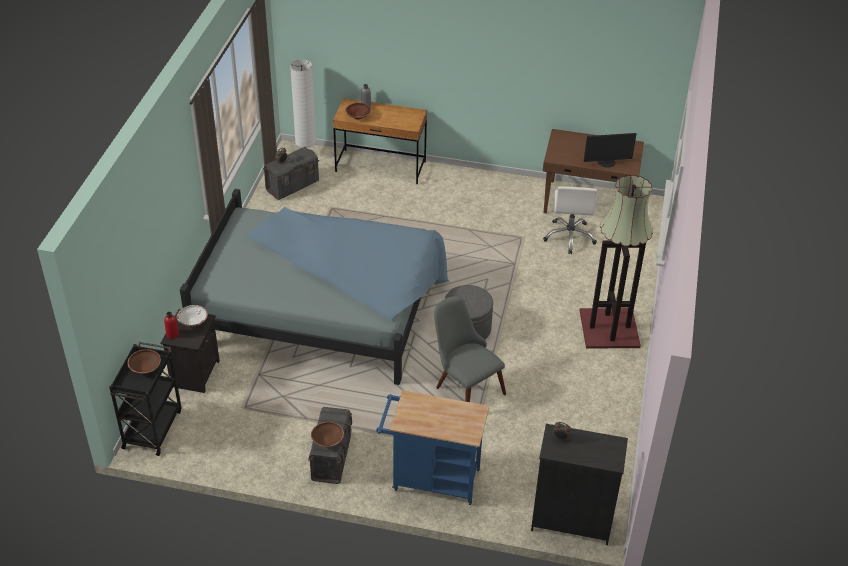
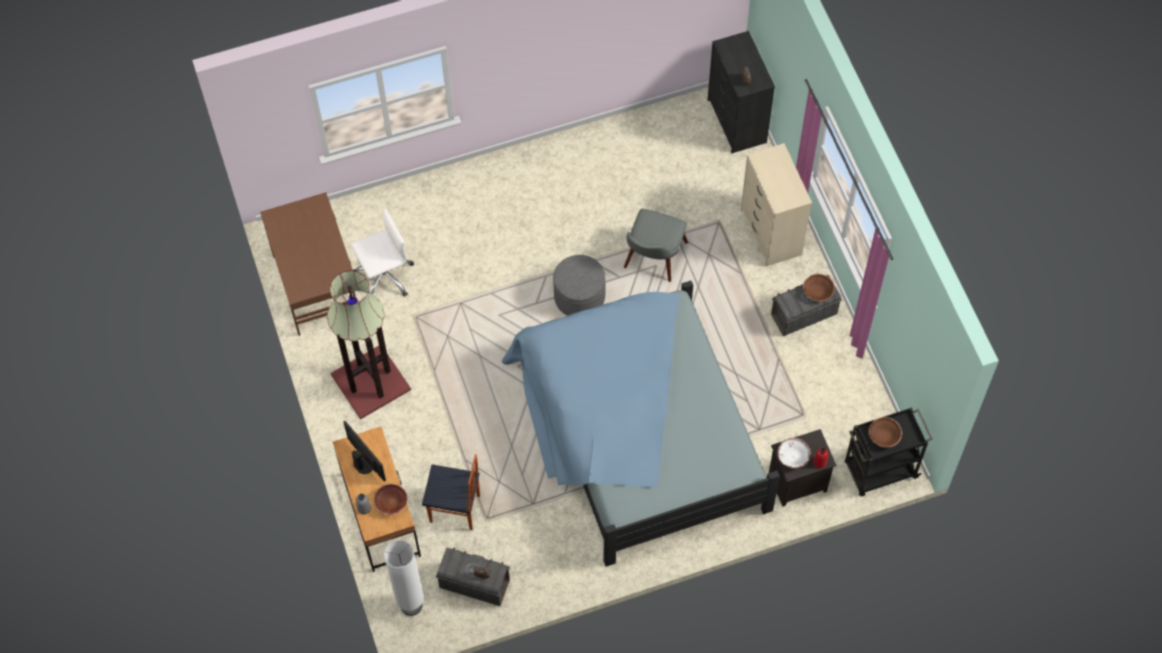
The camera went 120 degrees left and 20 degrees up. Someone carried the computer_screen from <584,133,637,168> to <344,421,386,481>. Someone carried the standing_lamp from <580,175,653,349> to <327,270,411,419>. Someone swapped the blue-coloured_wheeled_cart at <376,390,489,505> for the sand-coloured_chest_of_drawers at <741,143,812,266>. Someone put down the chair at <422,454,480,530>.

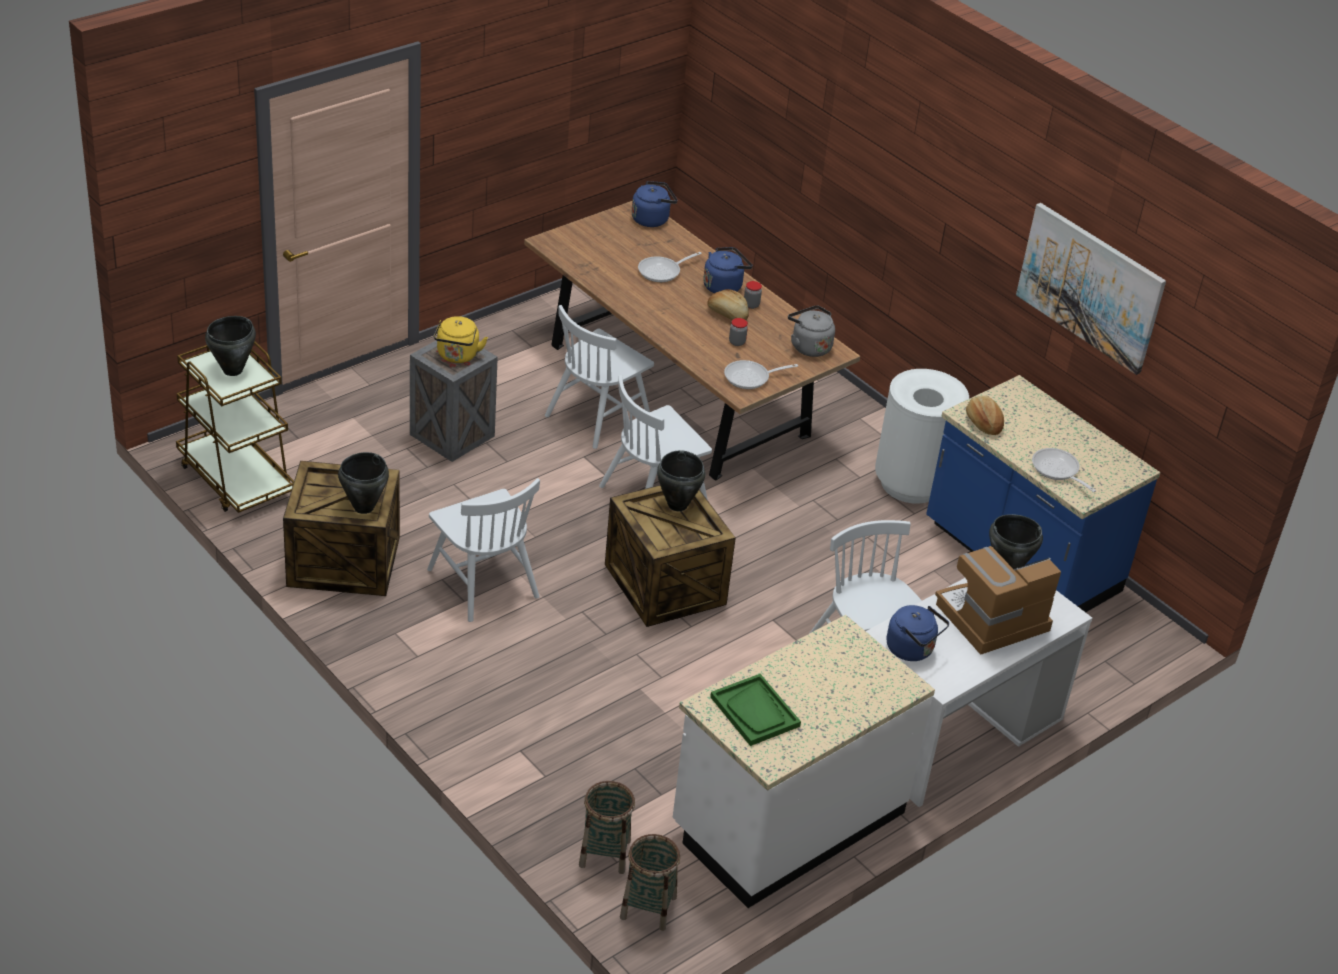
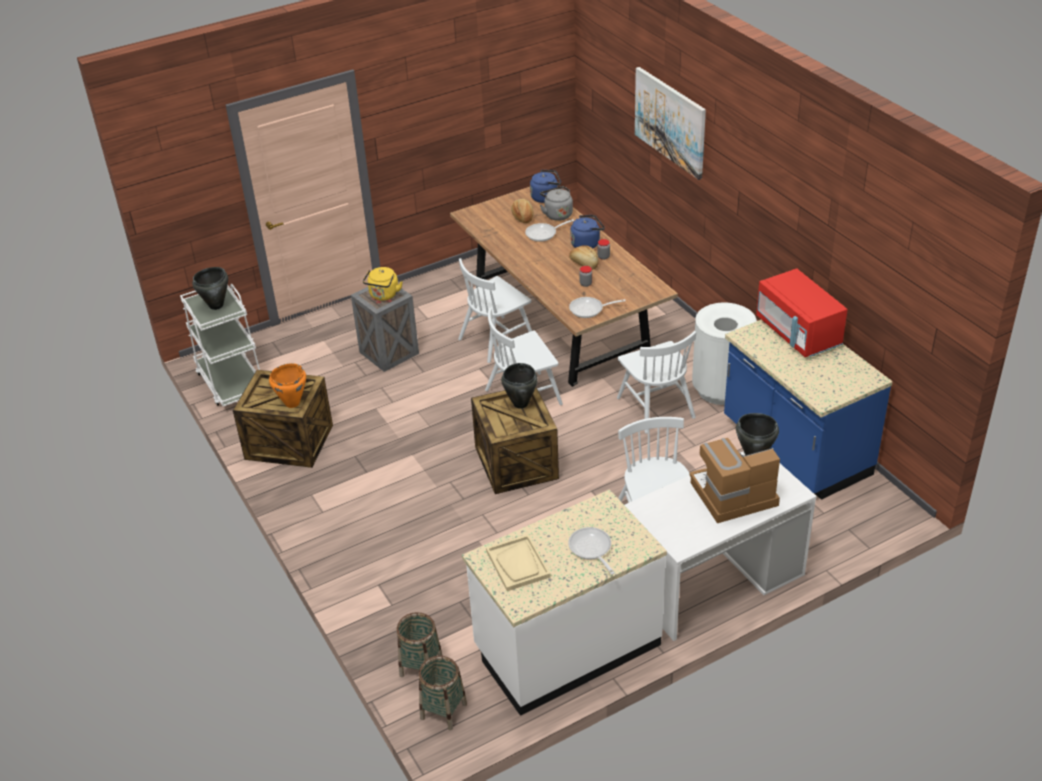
The camera went 15 degrees right and 0 degrees up. Someone carried the wall_picture from <1016,203,1166,375> to <635,67,706,180>. Someone carried the grey_kettle from <788,305,835,357> to <540,186,573,221>. Someone repainted the brown-coloured_wheeled_cart at <176,341,294,513>, which became the whitish_wheeled_cart at <180,284,260,406>. Someone carried the baked_bread from <966,396,1004,435> to <511,199,534,223>. Someone carried the frying_pan from <1032,448,1096,492> to <568,527,615,575>. Someone repainted the black-coloured_saucepot at <338,452,389,514>, which became the orange-coloured_saucepot at <269,363,306,408>. Someone carried the whitish_chair from <427,478,540,622> to <617,331,697,434>. Someone took away the blue-coloured_kettle at <887,605,949,661>. Someone repainted the green_carrying_tray at <710,674,801,746>, which became the sand-coloured_carrying_tray at <486,534,551,591>. Someone put down the red-coloured_kitchen_microwave at <756,269,848,357>.

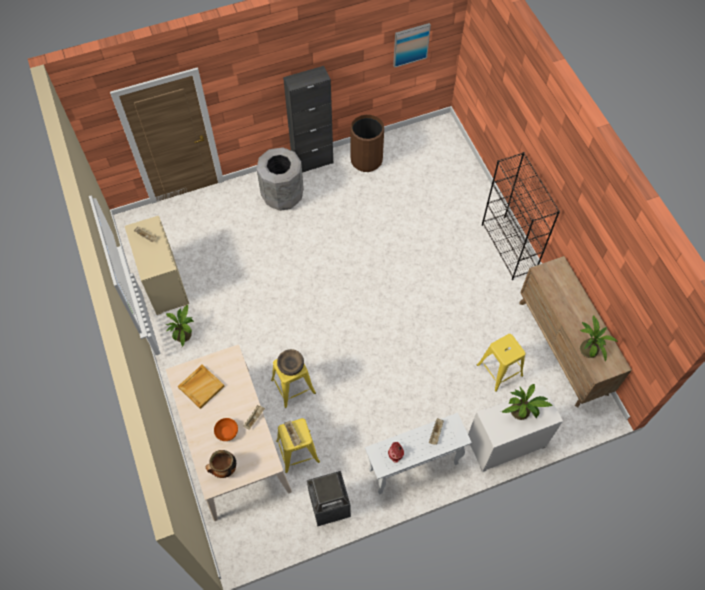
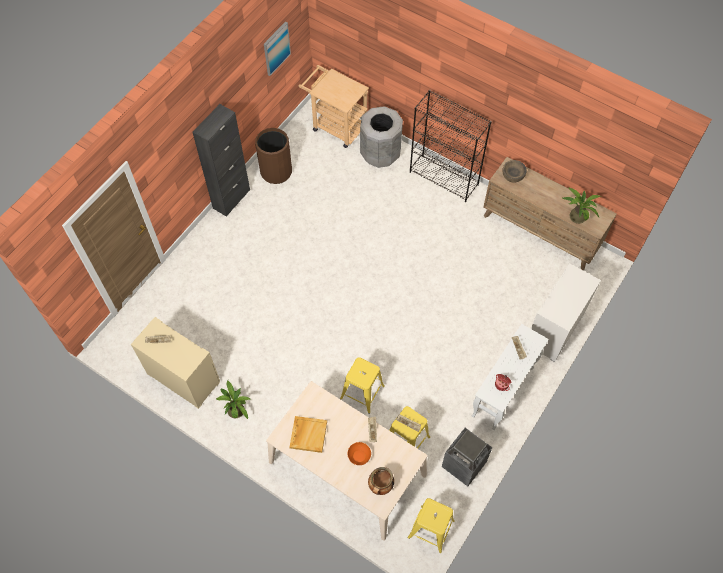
The camera went 35 degrees left and 0 degrees up. Someone carried the grey_rubbish_bin from <256,147,304,211> to <360,106,403,168>. Someone carried the yellow_stool_seat from <477,334,526,392> to <408,498,455,553>. Someone carried the brown-coloured_bowl from <277,349,304,376> to <502,160,527,183>. Someone took away the plant_in_a_pot at <501,384,552,420>. Someone put down the sand-coloured_wheeled_cart at <299,65,369,148>.

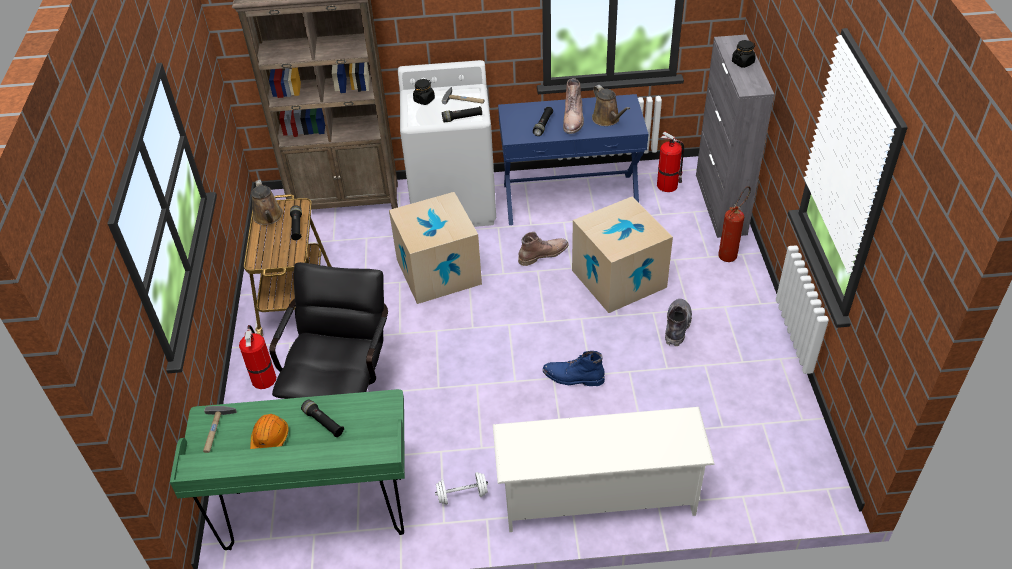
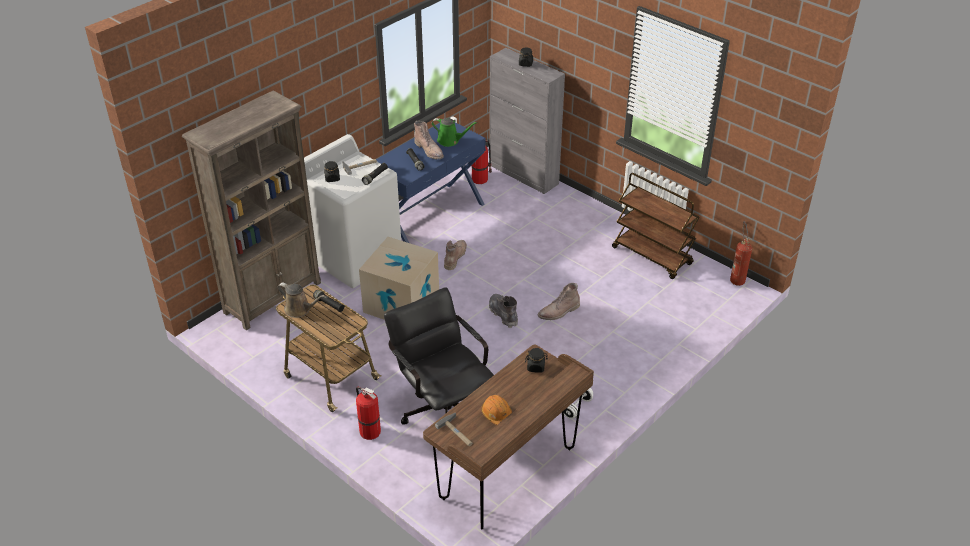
The camera went 45 degrees left and 5 degrees down. Someone repainted the brown-coloured_sprinkling_can at <592,85,630,126>, which became the green_sprinkling_can at <432,118,477,147>. Someone carried the extinguisher from <718,186,751,262> to <730,221,752,286>. Someone took away the cardboard_box at <572,196,673,313>. Someone carried the grey_high-top_boot from <665,299,692,346> to <489,294,518,328>. Someone repainted the blue-coloured_high-top_boot at <543,351,605,386>, which became the brown-coloured_high-top_boot at <538,283,580,320>. Someone repainted the green_desk at <170,389,405,550>, which became the brown-coloured_desk at <423,345,594,530>. Someone took away the black-coloured_torch at <301,400,345,437>. Someone took away the whitish_shoe_rack at <493,407,715,532>. Someone put down the brown-coloured_wheeled_cart at <612,173,700,279>. Someone put down the black-coloured_jar at <525,348,548,373>.

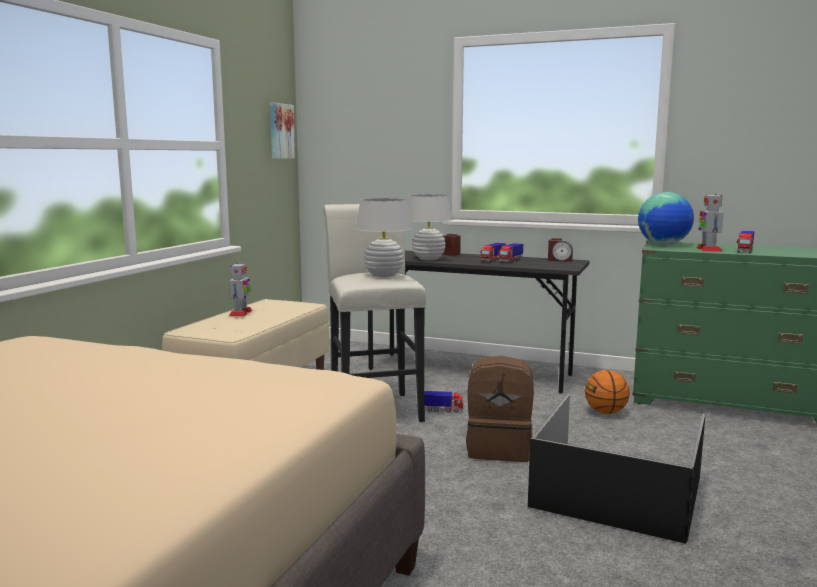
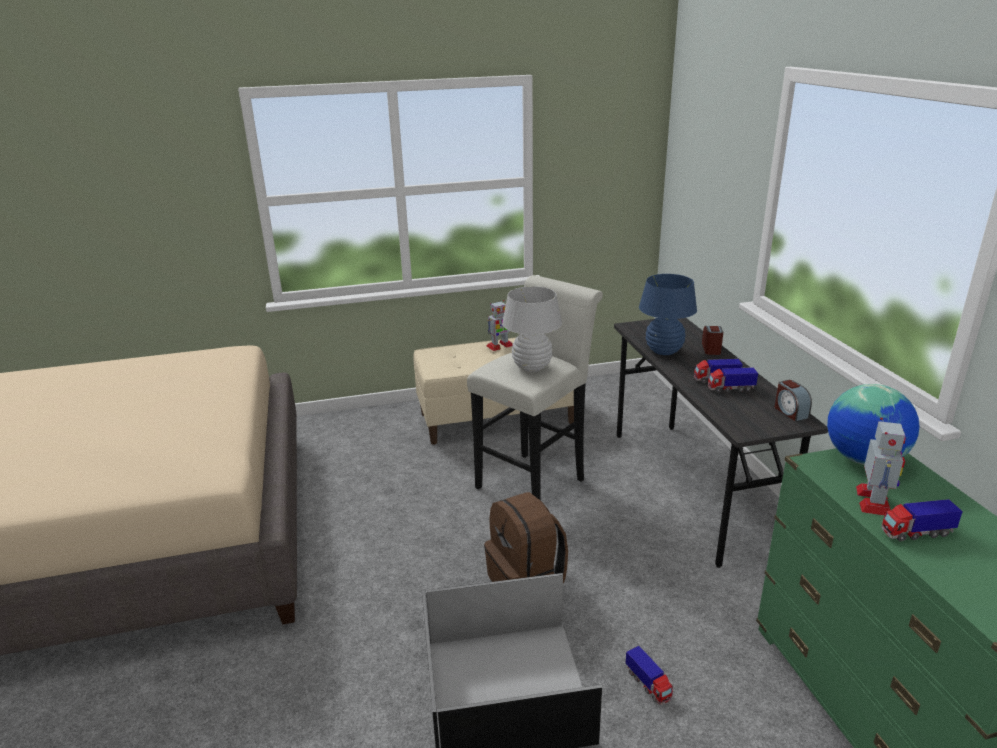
The camera went 55 degrees right and 15 degrees up. Someone took away the wall_picture at <270,103,295,159>. Someone repainted the whitish_lamp_for_a_table at <408,194,453,260>, which became the blue-coloured_lamp_for_a_table at <639,274,697,355>. Someone rotated the robot_figure at <696,194,724,252> by 135 degrees clockwise. Someone took away the ball_for_basketball at <585,370,630,414>. Someone carried the toy_lorry from <424,391,464,413> to <625,646,673,705>.

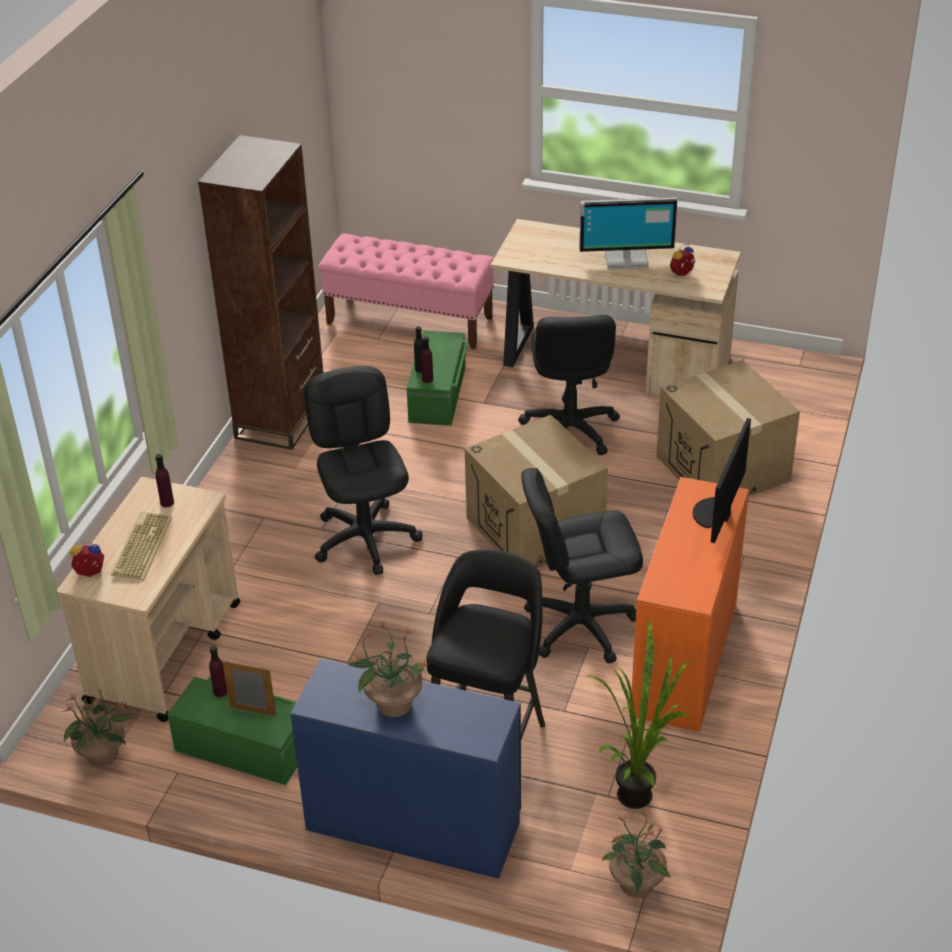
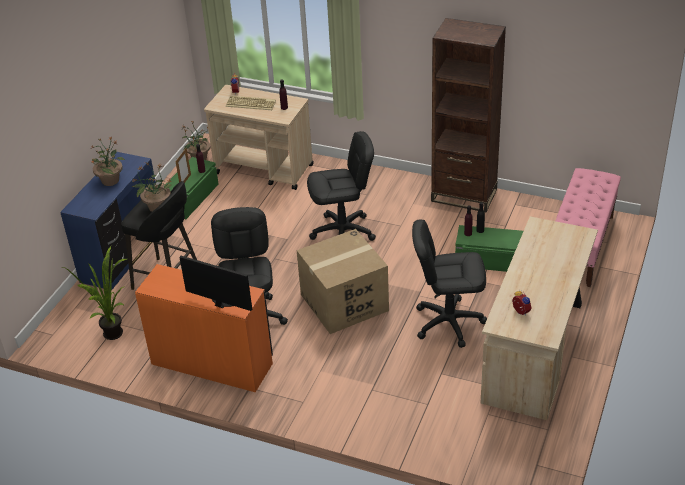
The camera went 95 degrees right and 0 degrees up. Someone took away the computer_screen at <580,197,677,269>. Someone took away the cardboard_box at <656,360,800,497>. Someone carried the plant_in_a_pot from <602,810,671,898> to <132,163,171,212>.

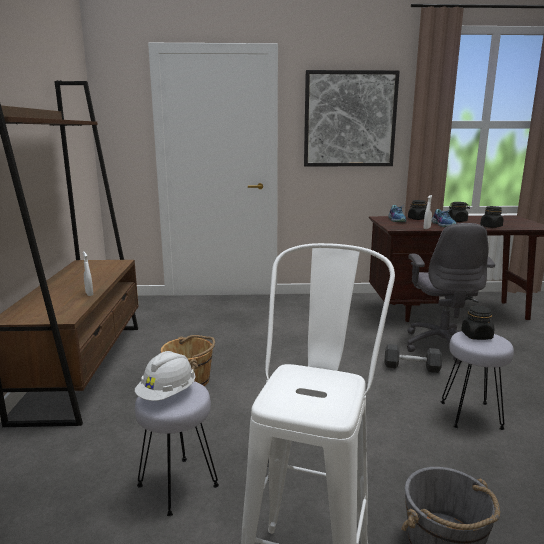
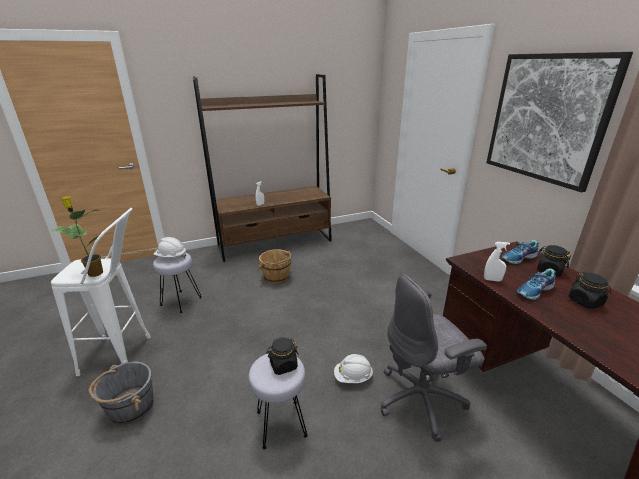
The camera went 70 degrees right and 10 degrees up. Someone took away the black-coloured_jar at <480,206,504,228>. Someone swapped the grey_dumbbell at <385,344,442,373> for the whitish_hard_hat at <334,354,373,383>. Someone put down the plant_in_a_pot at <51,196,104,277>.

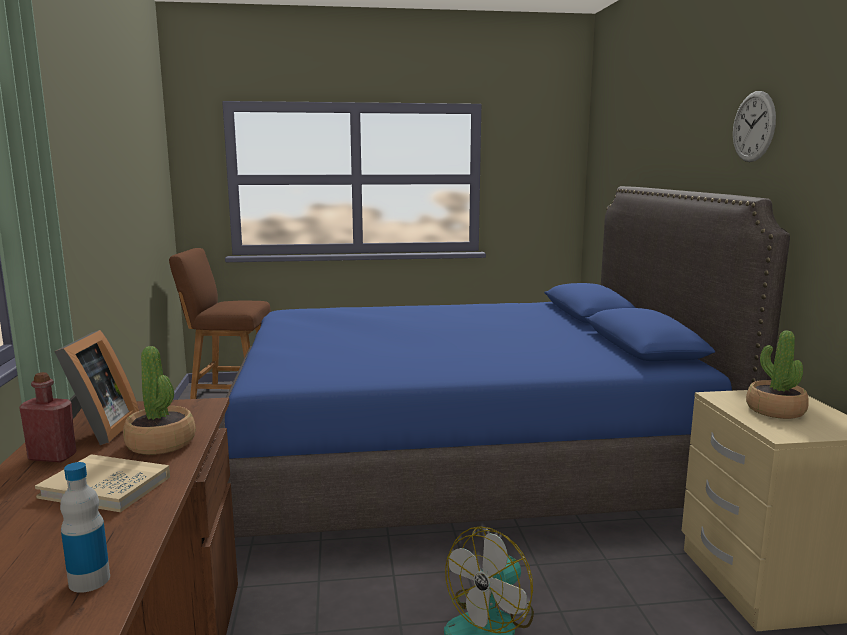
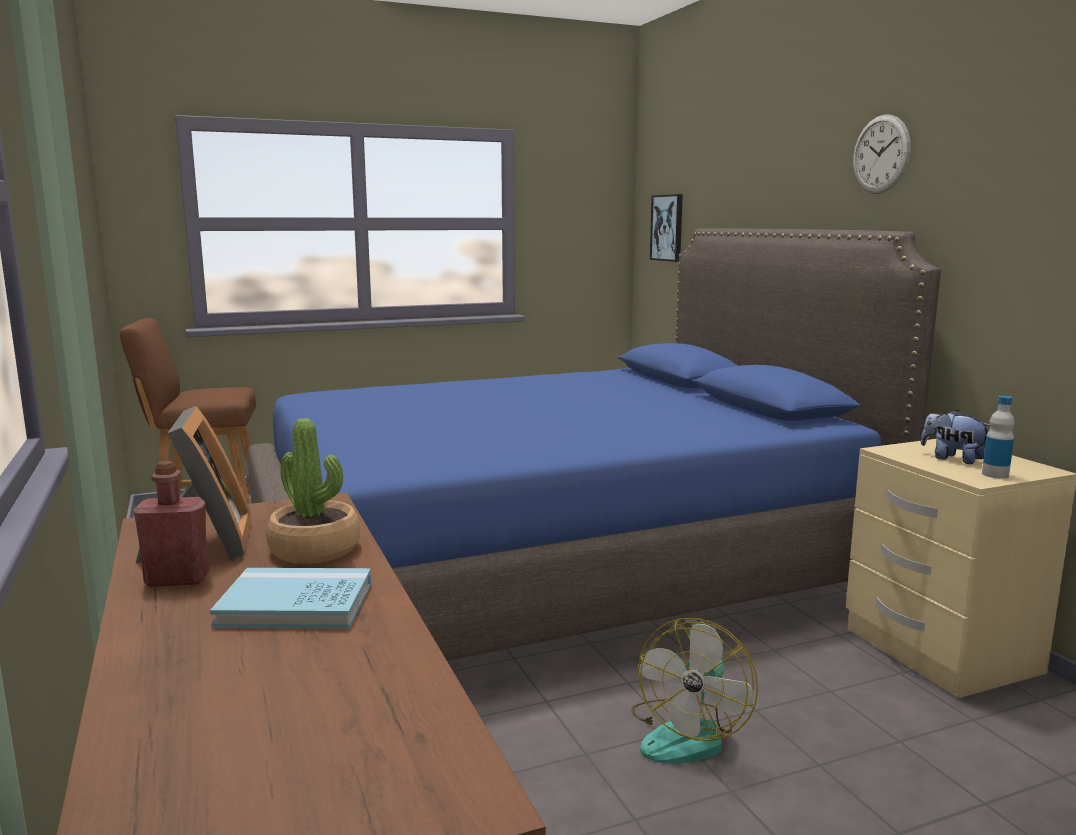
The camera went 15 degrees left and 0 degrees up. Someone swapped the plant_in_a_pot at <746,331,809,419> for the cuddly_toy at <921,410,990,464>. Someone repainted the sand-coloured_book at <35,454,170,512>, which became the blue-coloured_book at <210,568,371,629>. Someone carried the bottle from <60,462,110,593> to <982,396,1015,479>. Someone put up the wall_picture at <650,194,683,262>.

